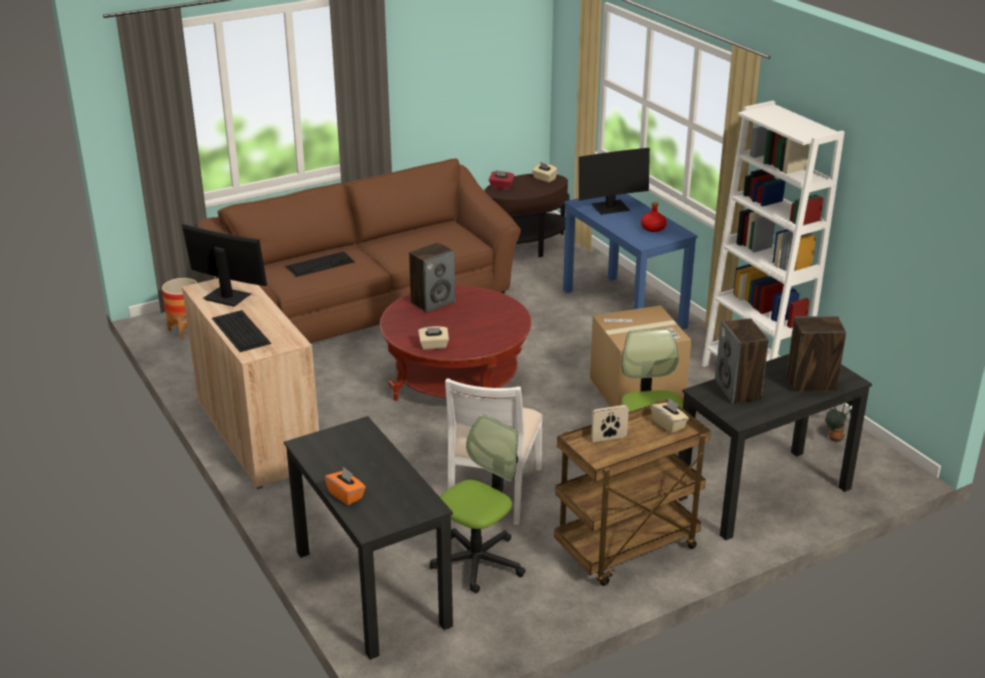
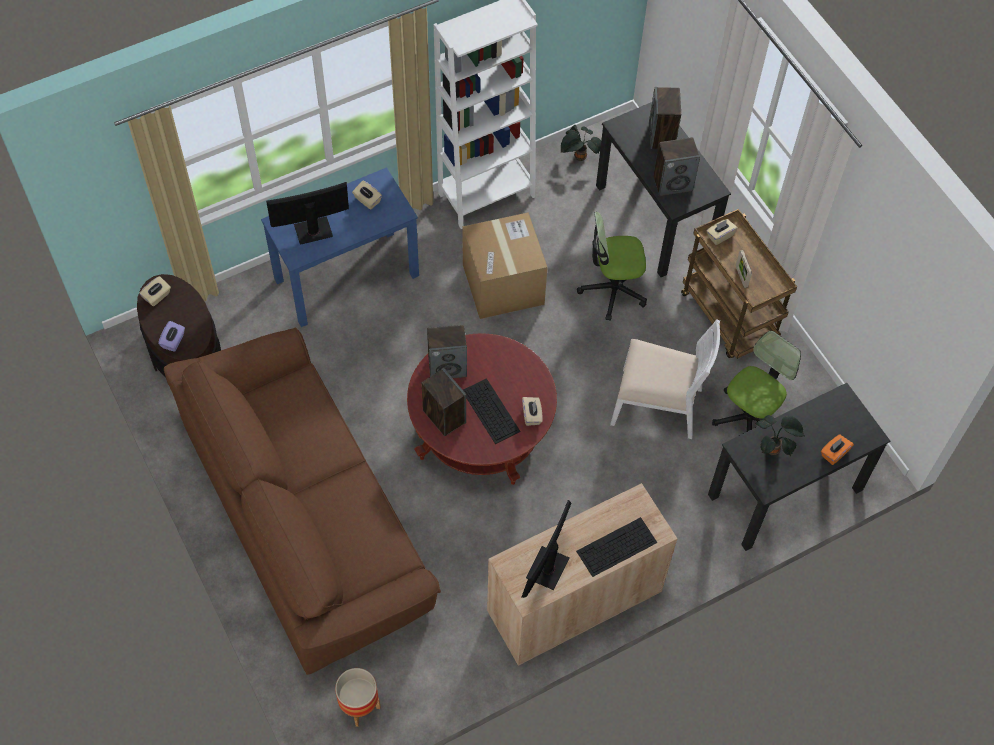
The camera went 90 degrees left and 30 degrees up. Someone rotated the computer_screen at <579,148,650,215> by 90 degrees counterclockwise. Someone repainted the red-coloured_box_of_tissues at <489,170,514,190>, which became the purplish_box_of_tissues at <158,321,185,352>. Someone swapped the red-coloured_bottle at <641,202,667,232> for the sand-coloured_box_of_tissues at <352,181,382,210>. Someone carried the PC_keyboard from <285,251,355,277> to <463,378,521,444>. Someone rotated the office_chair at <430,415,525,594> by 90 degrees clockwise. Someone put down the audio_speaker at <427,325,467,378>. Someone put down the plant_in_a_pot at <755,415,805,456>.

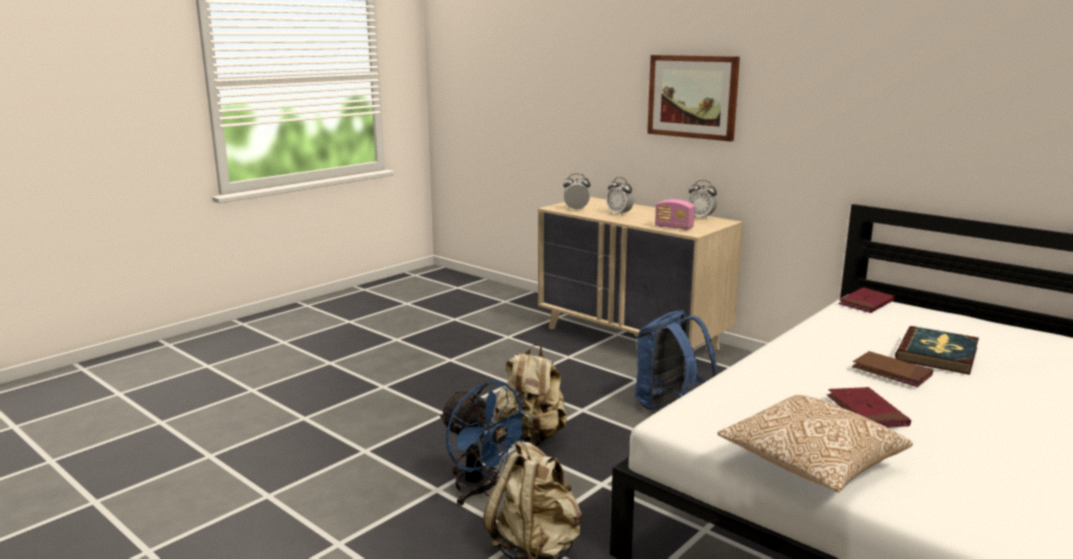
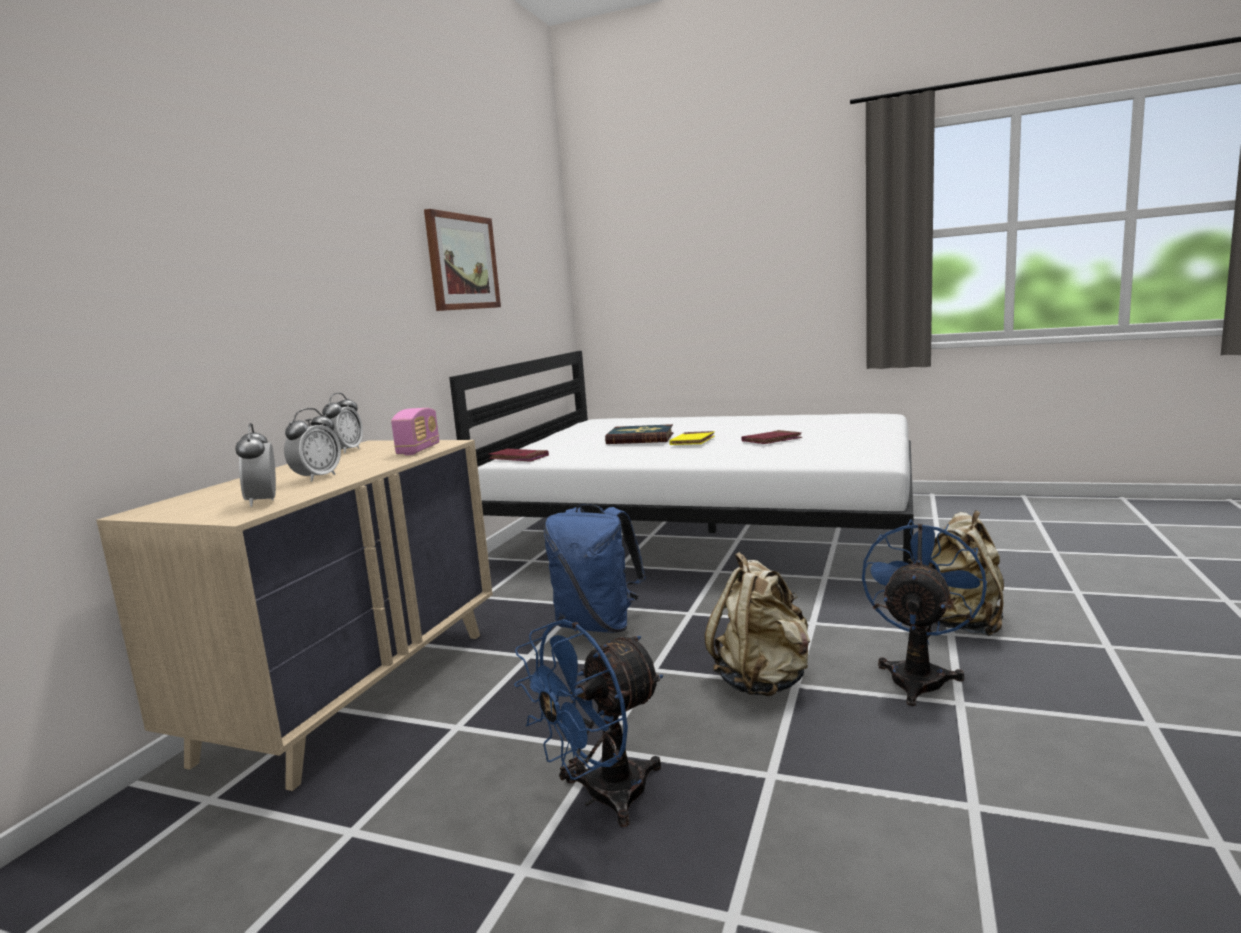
The camera went 110 degrees left and 5 degrees down. Someone carried the wall_picture from <647,55,740,141> to <424,209,501,311>. Someone repainted the brown-coloured_book at <852,351,933,387>, which became the yellow_book at <669,431,715,445>. Someone took away the cushion at <717,395,913,493>. Someone put down the blue-coloured_electric_fan at <514,619,663,827>.

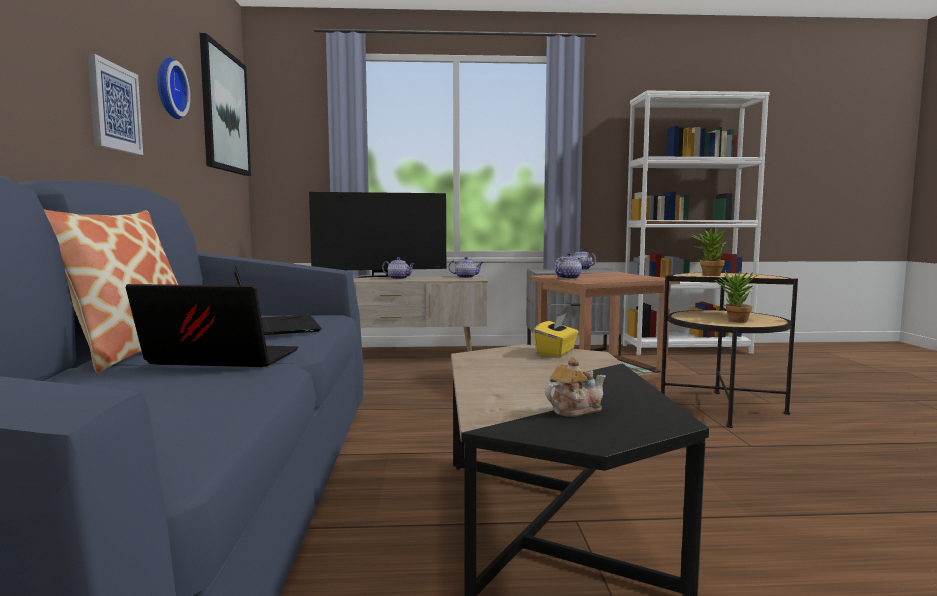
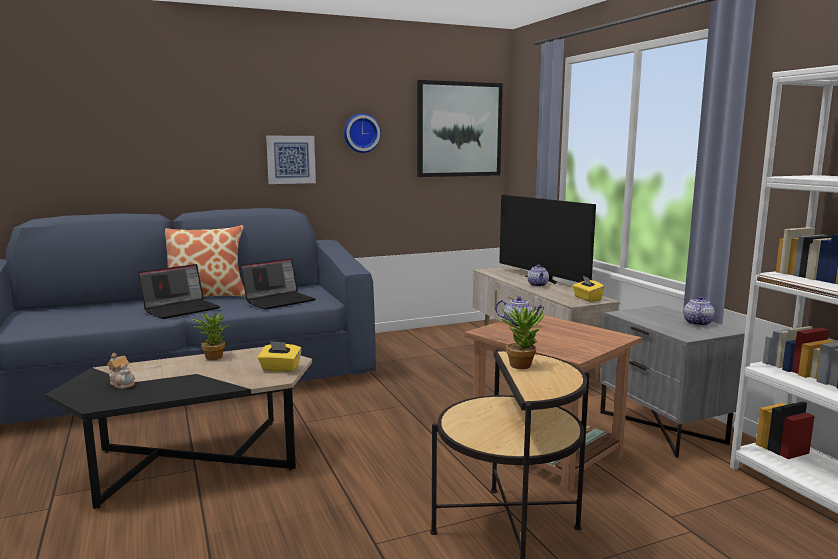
The camera went 70 degrees right and 5 degrees up. Someone swapped the tea_pot at <448,257,483,278> for the yellow_box_of_tissues at <573,276,605,302>. Someone carried the plant_in_a_pot from <715,270,758,323> to <192,309,229,360>. Someone rotated the laptop at <126,284,298,367> by 60 degrees clockwise.

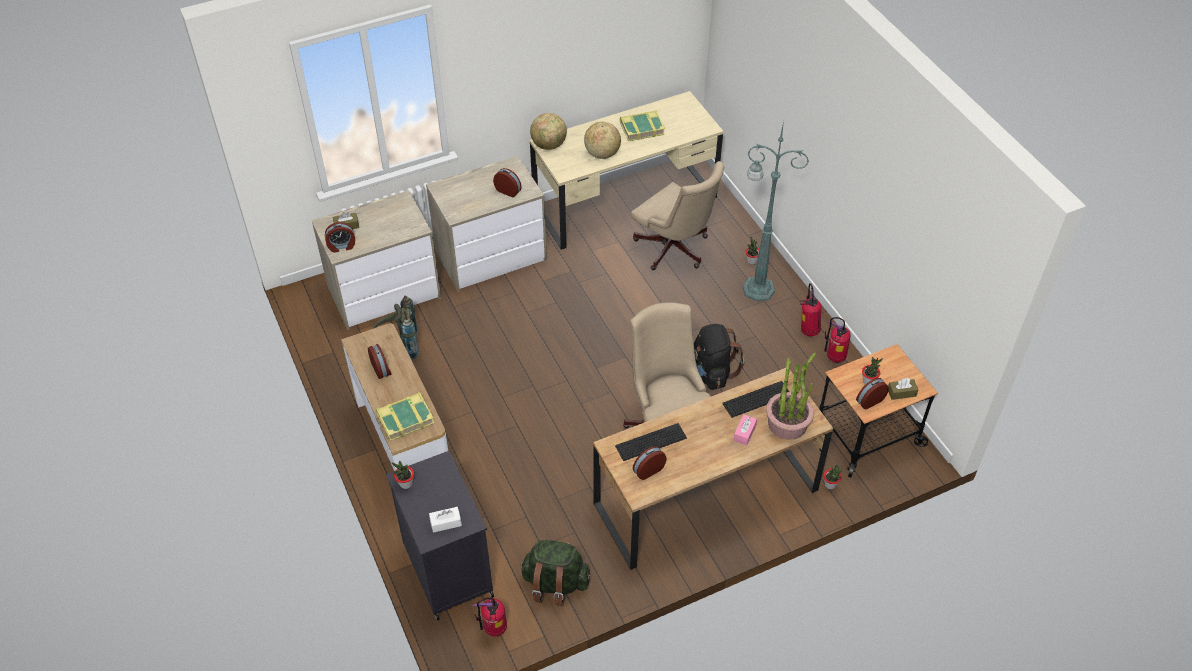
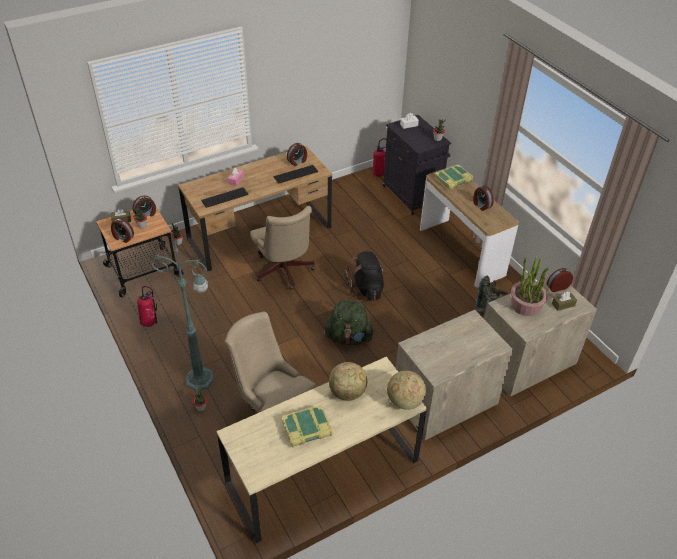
The camera went 175 degrees right and 5 degrees down. Someone carried the bedside_clock from <493,168,522,197> to <111,218,134,243>. Someone took away the extinguisher at <800,283,821,336>. Someone carried the black-coloured_backpack from <694,324,745,390> to <345,251,386,301>. Someone carried the plant_in_a_pot from <766,352,816,440> to <511,257,549,316>. Someone carried the green_backpack from <520,540,590,606> to <325,299,374,345>.

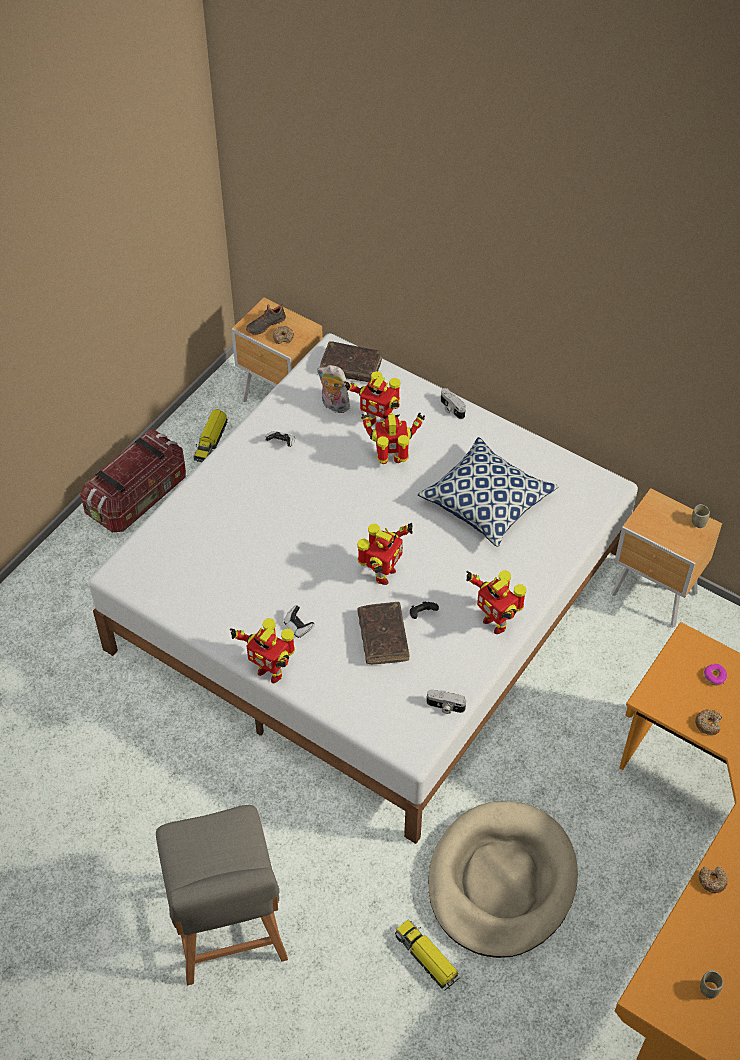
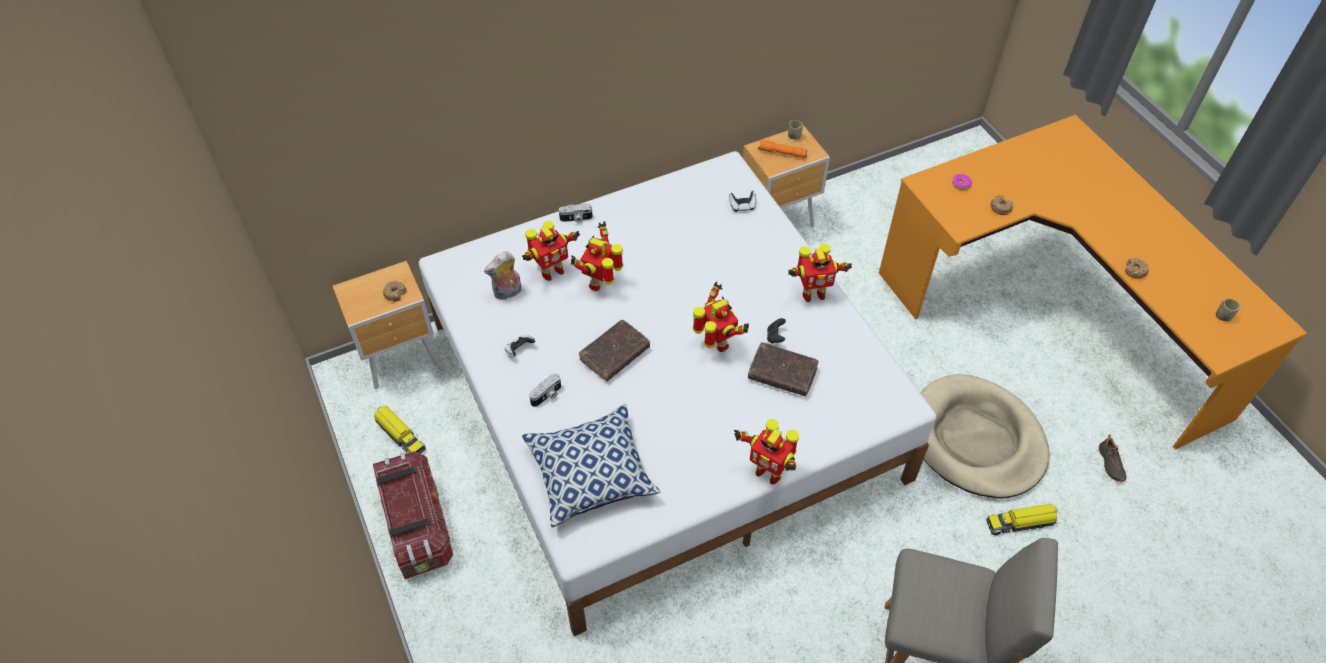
The camera went 60 degrees left and 0 degrees up. Someone carried the black-coloured_low_shoe from <246,304,286,335> to <1099,434,1126,482>. Someone carried the brown-coloured_book from <320,341,382,382> to <579,320,650,381>. Someone carried the cushion from <418,437,559,547> to <522,404,661,527>. Someone carried the game_controller from <284,605,315,638> to <729,191,756,212>. Someone rotated the robot_figure at <230,618,295,683> by 60 degrees clockwise. Someone carried the photo_camera from <427,689,466,714> to <529,373,561,407>. Someone put down the orange-coloured_torch at <758,140,807,158>.

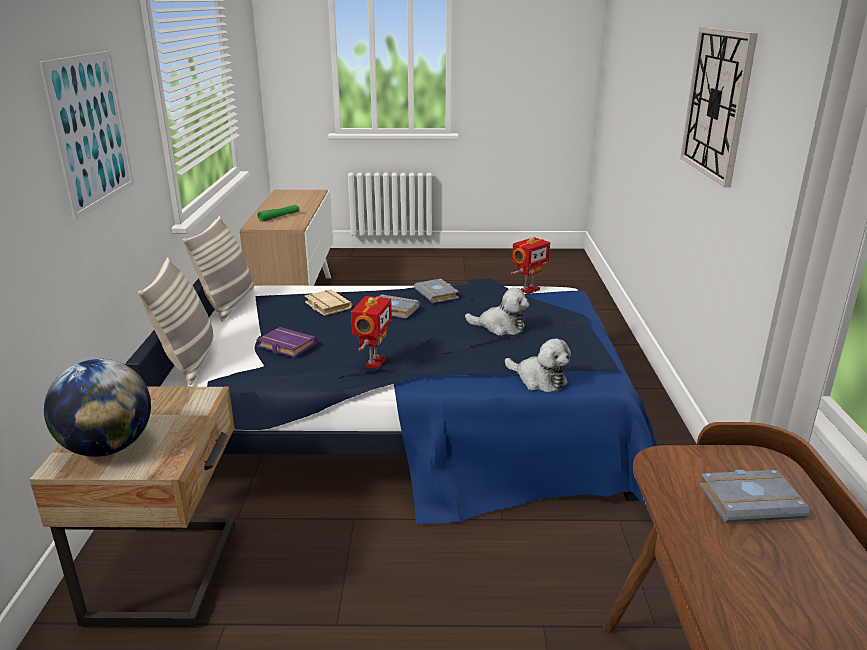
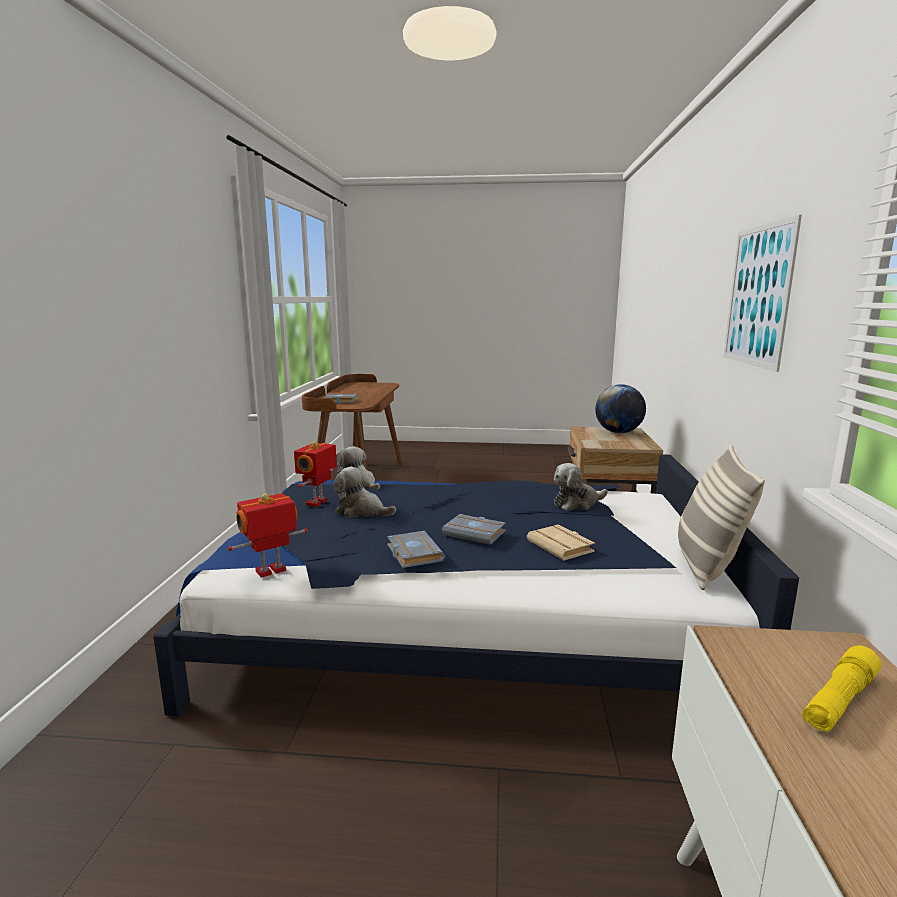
The camera went 175 degrees left and 10 degrees down. Someone took away the clock_on_the_wall at <680,27,758,188>. Someone repainted the green_torch at <257,205,300,222>, which became the yellow_torch at <802,645,881,732>. Someone took away the cushion at <138,257,214,385>. Someone carried the robot_figure from <351,296,392,369> to <294,441,337,507>. Someone swapped the purplish_book at <257,327,317,358> for the cuddly_toy at <554,463,608,511>.

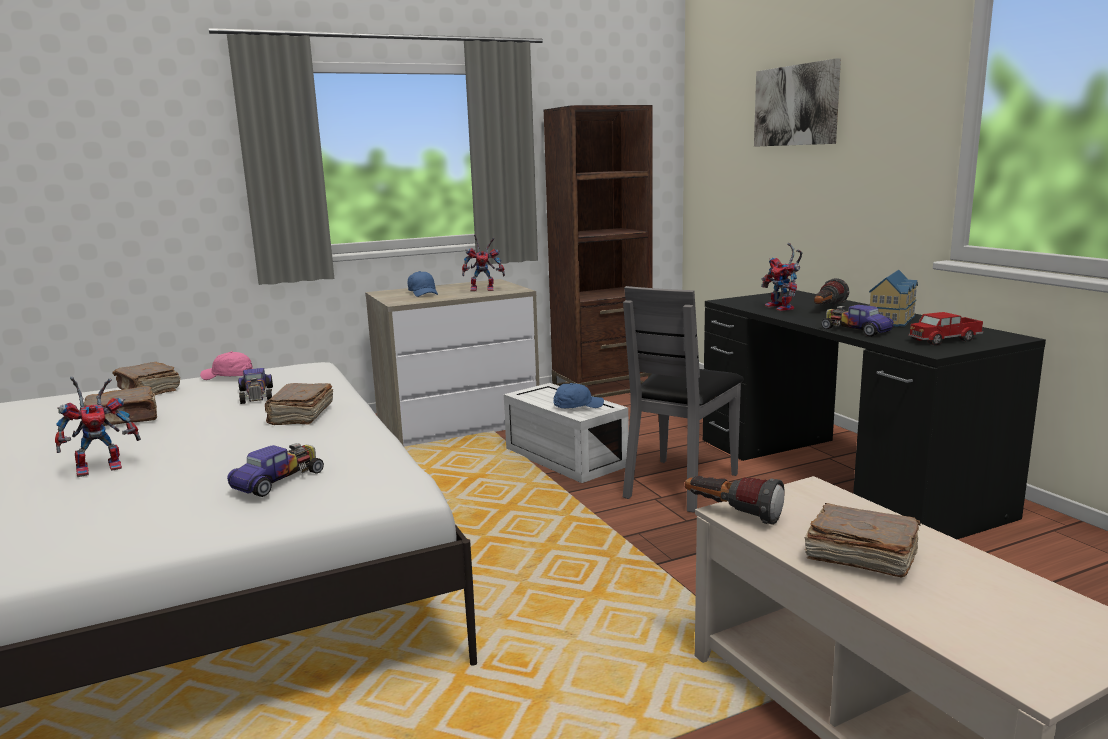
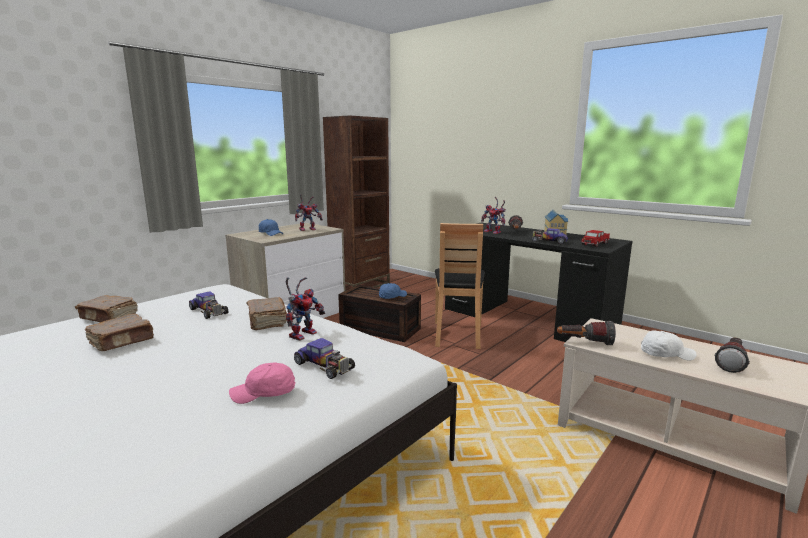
The camera went 25 degrees left and 0 degrees up. Someone took away the wall_picture at <754,58,841,147>. Someone repainted the grey_chair at <623,286,744,513>, which became the brown-coloured_chair at <435,223,485,349>. Someone carried the pink_baseball_cap from <200,351,253,380> to <229,363,295,404>. Someone carried the robot_figure from <55,377,141,477> to <286,277,325,341>. Someone repainted the whitish_storage_container at <504,383,629,483>, which became the brown-coloured_storage_container at <338,285,421,342>. Someone rotated the model_car at <227,443,324,497> by 120 degrees clockwise. Someone swapped the brown-coloured_book at <805,503,920,577> for the whitish_baseball_cap at <641,330,697,361>. Someone put down the torch at <715,337,750,373>.

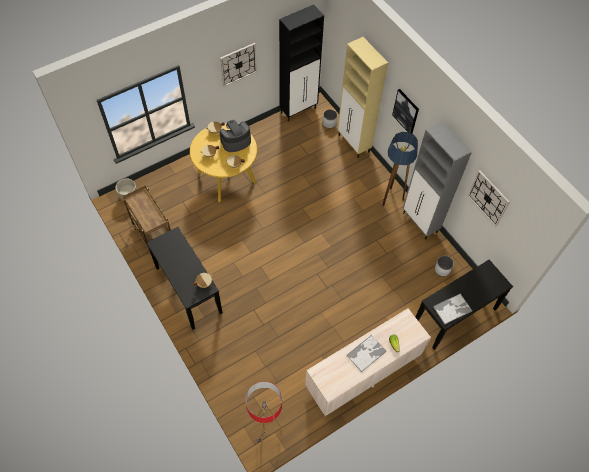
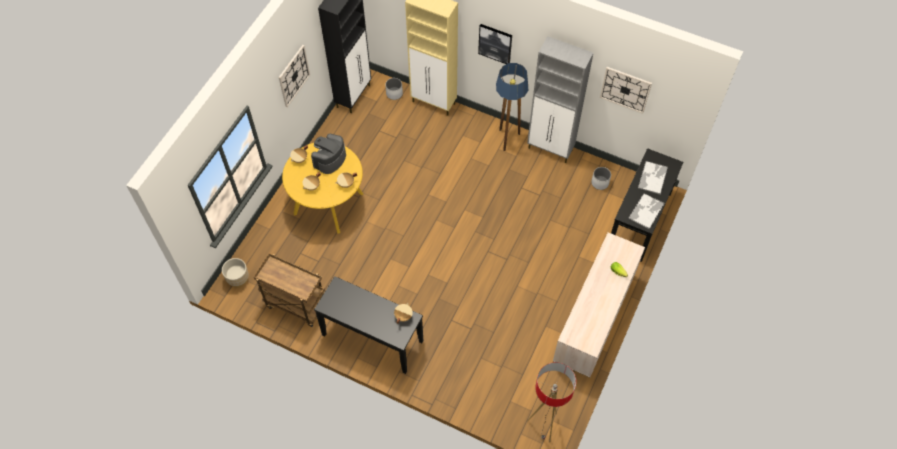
The camera went 30 degrees left and 0 degrees up. Someone carried the carrying_tray from <347,335,387,372> to <638,161,668,195>.

